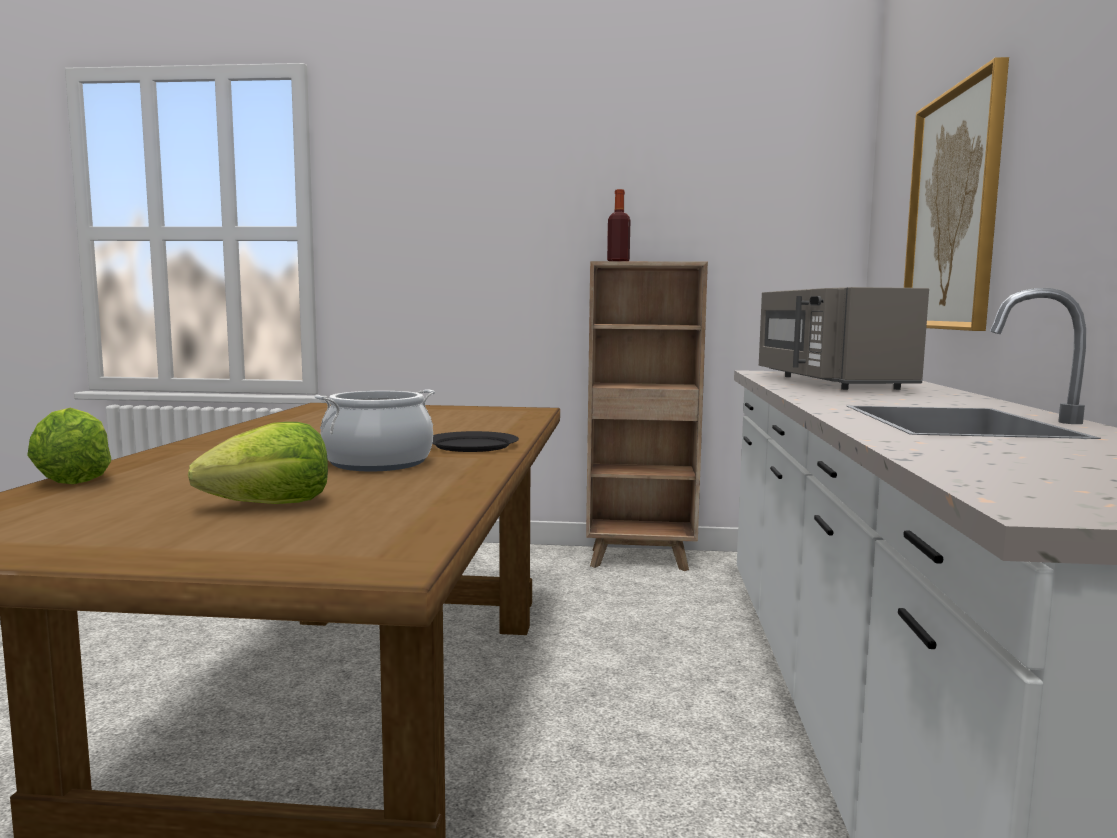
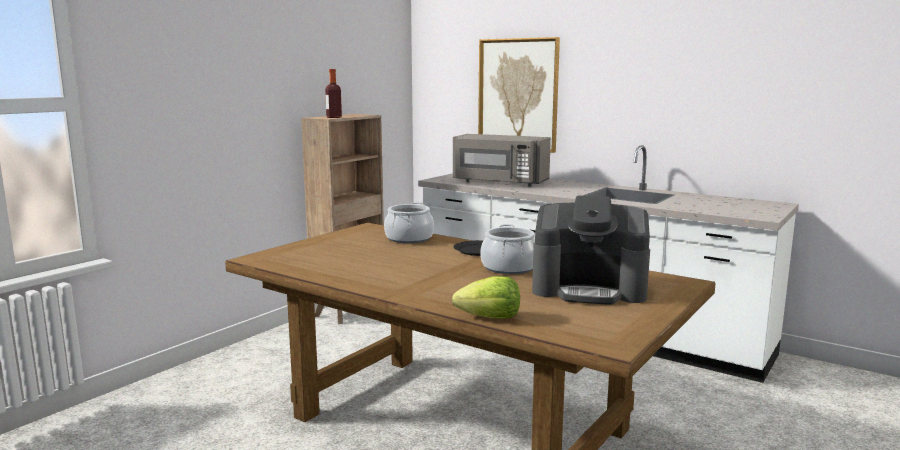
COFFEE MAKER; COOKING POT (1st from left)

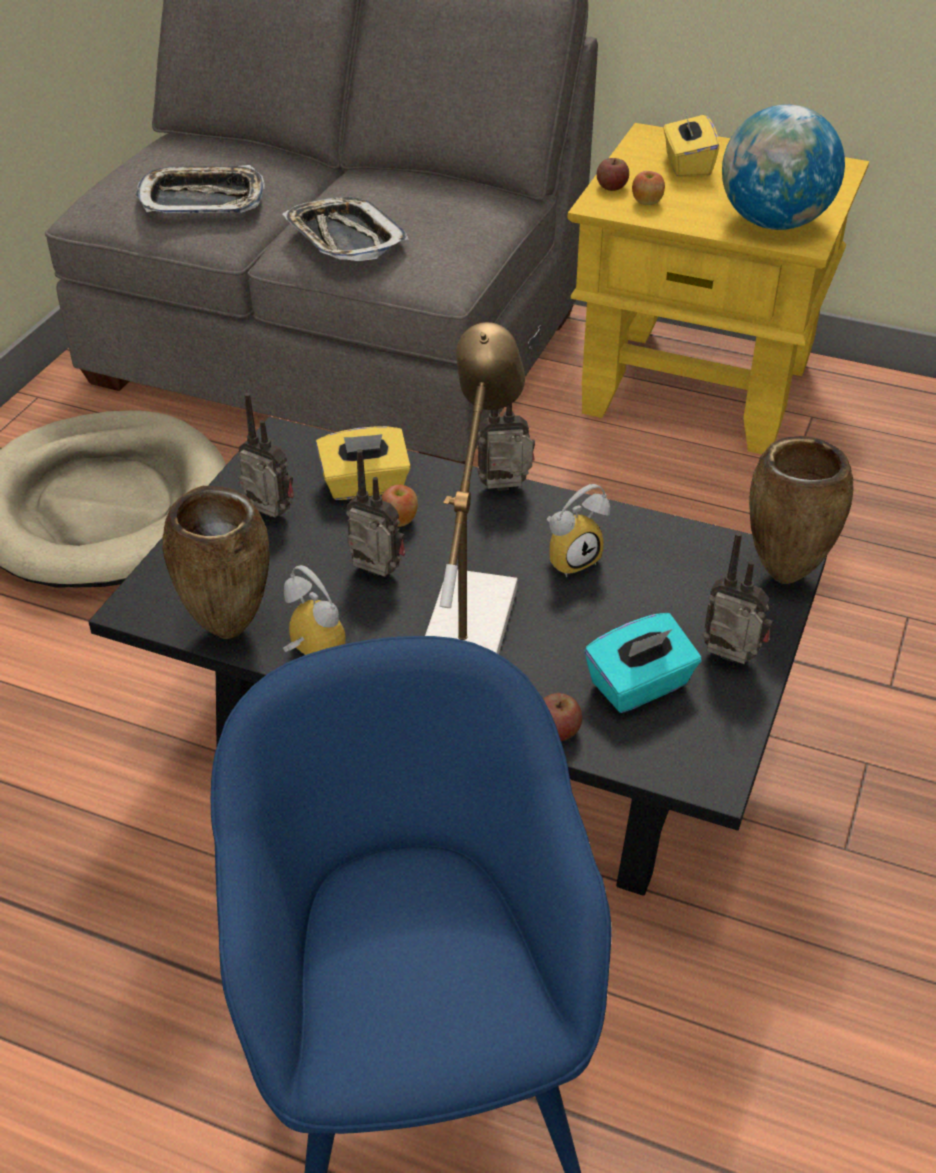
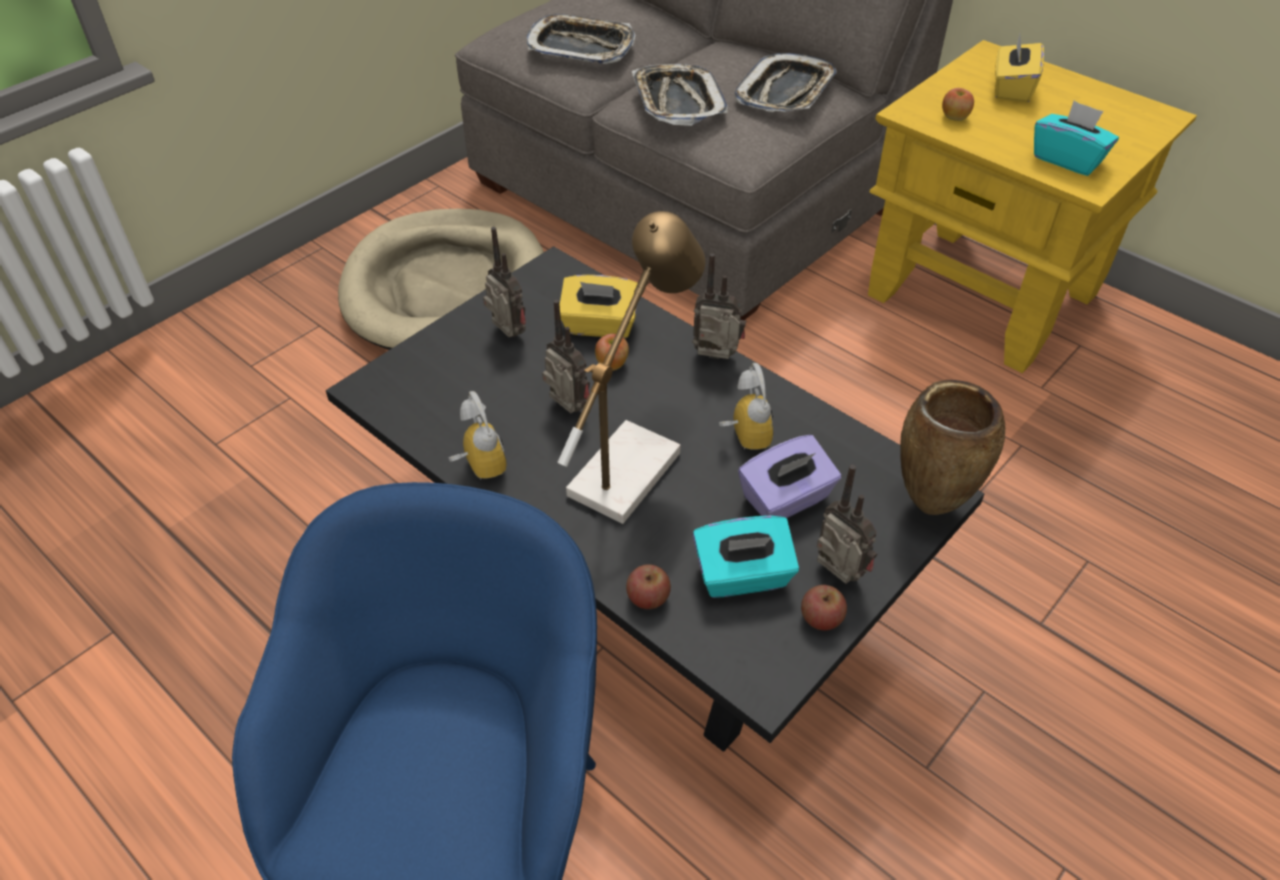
TURQUOISE-COLOURED TISSUE HOLDER (2nd from left); APPLE FRUIT (3rd from left); ALARM CLOCK (2nd from left); BROWN DECORATIVE VASE (1st from left in the first image); TRAY (3rd from left); PURPLE TISSUE HOLDER

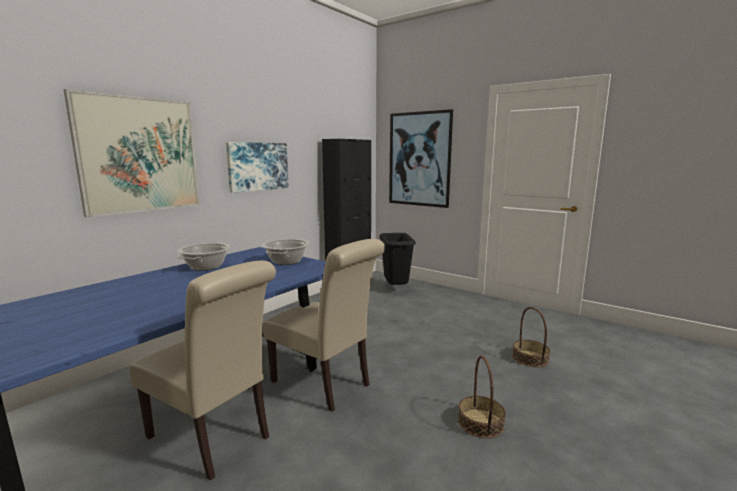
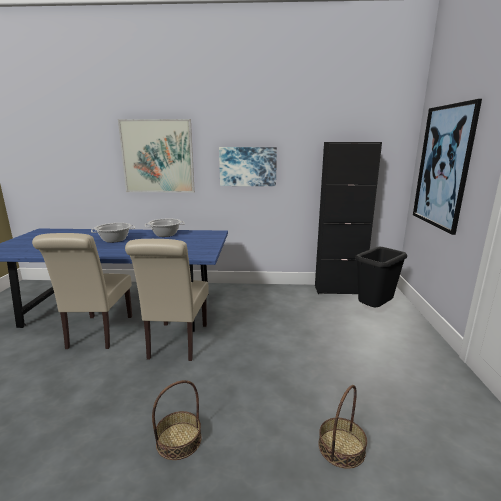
COOKING POT (1st from left)

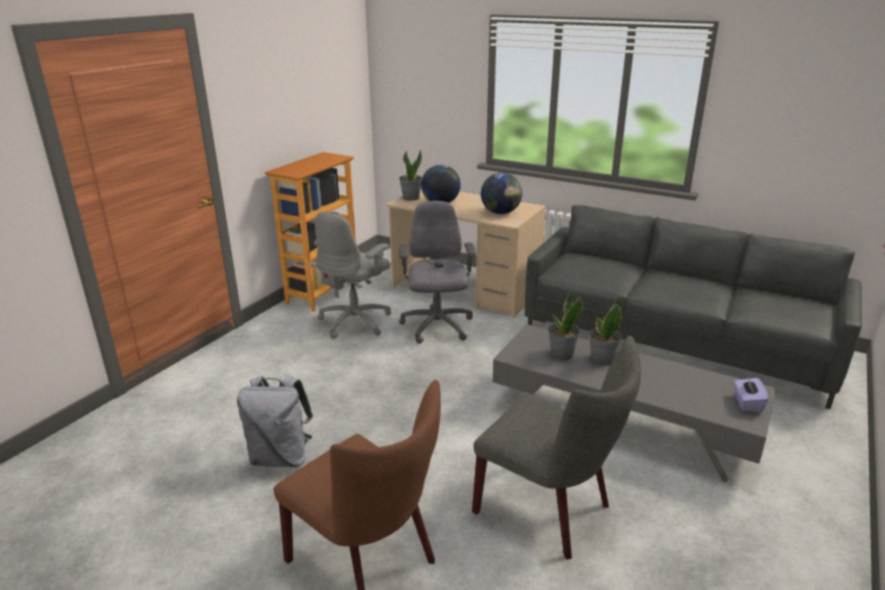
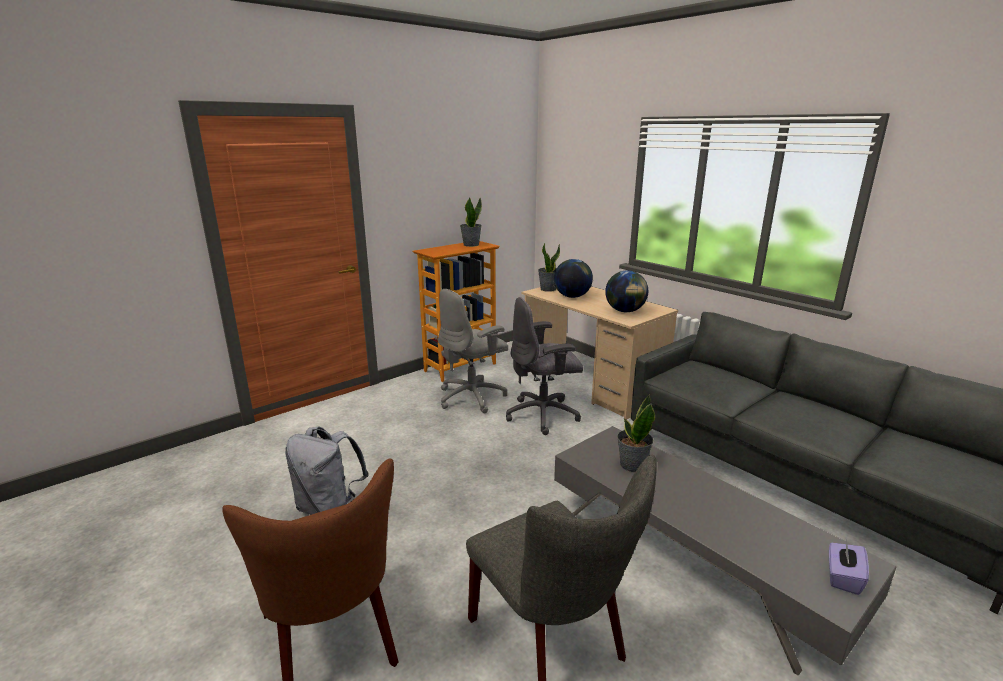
GREYISH DESK CHAIR (2nd from left); POTTED PLANT (1st from left)

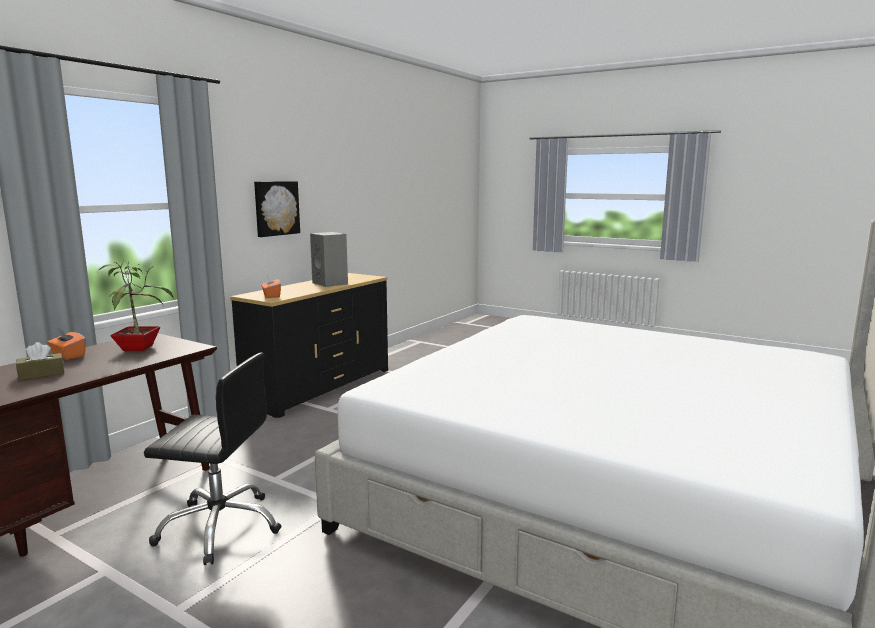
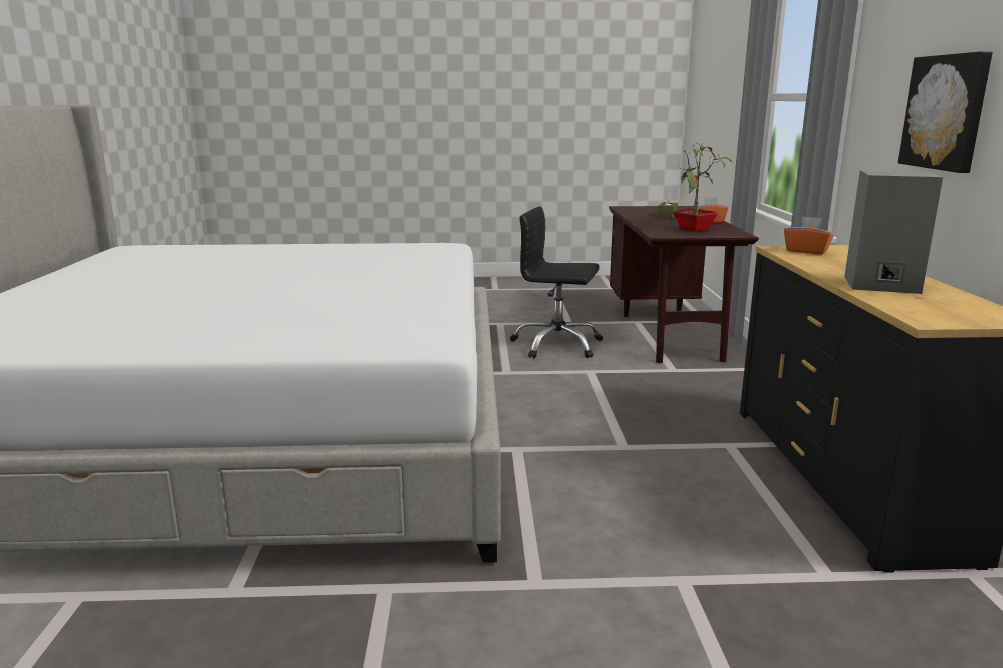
BLACKISH DESK CHAIR

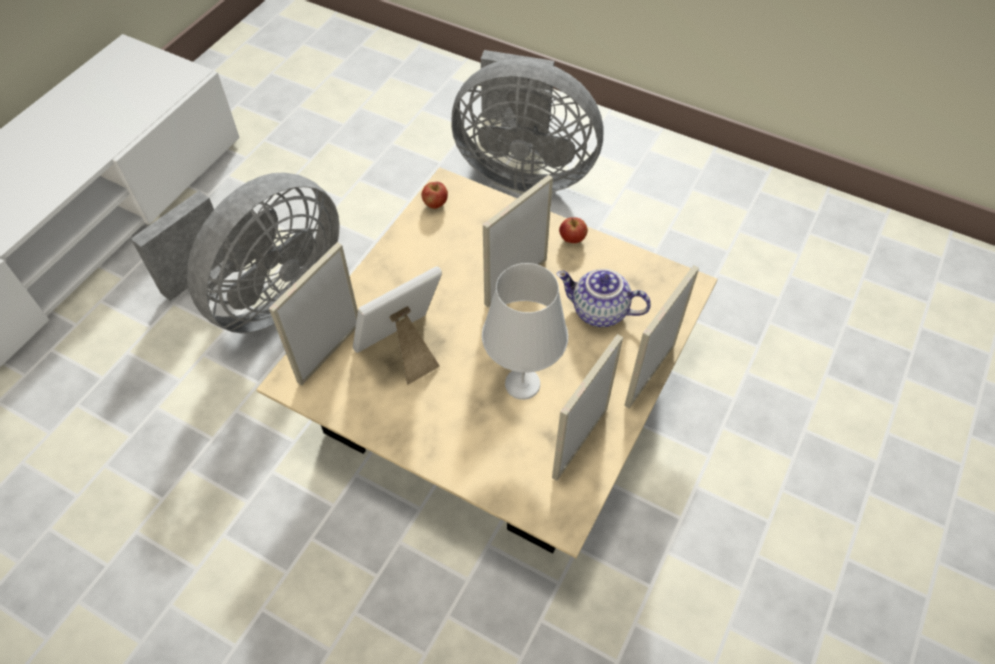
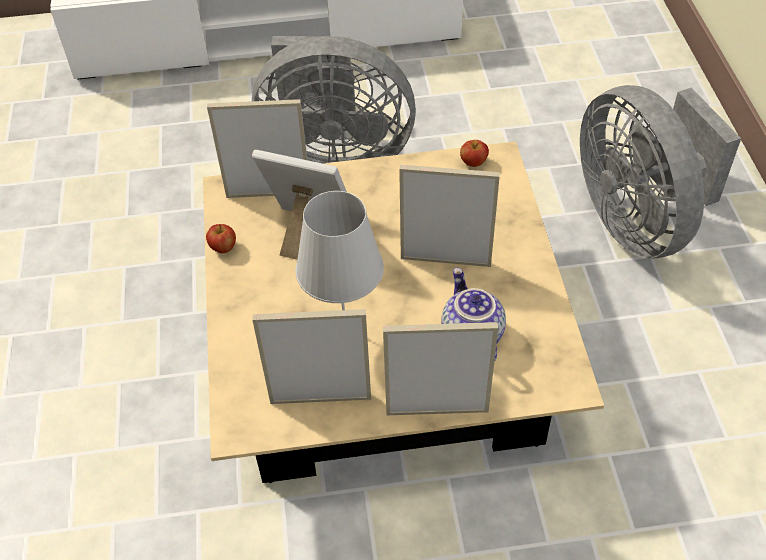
APPLE FRUIT (1st from left)

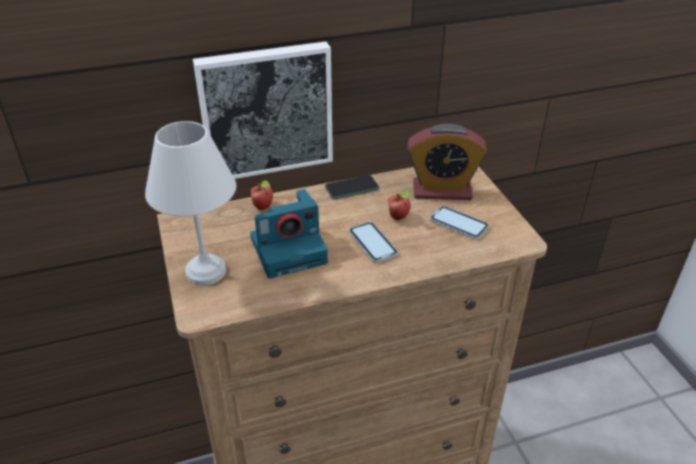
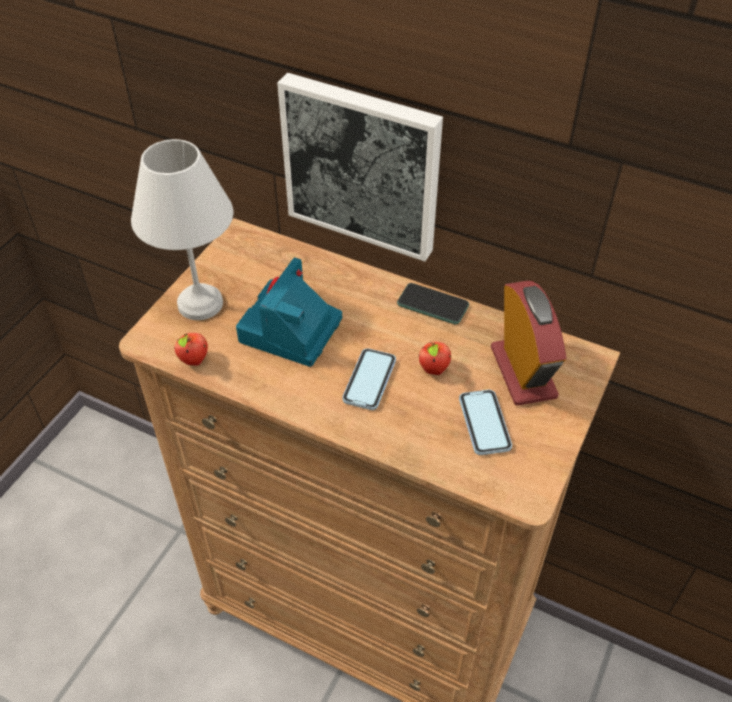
ALARM CLOCK; APPLE FRUIT (1st from left); STILL CAMERA

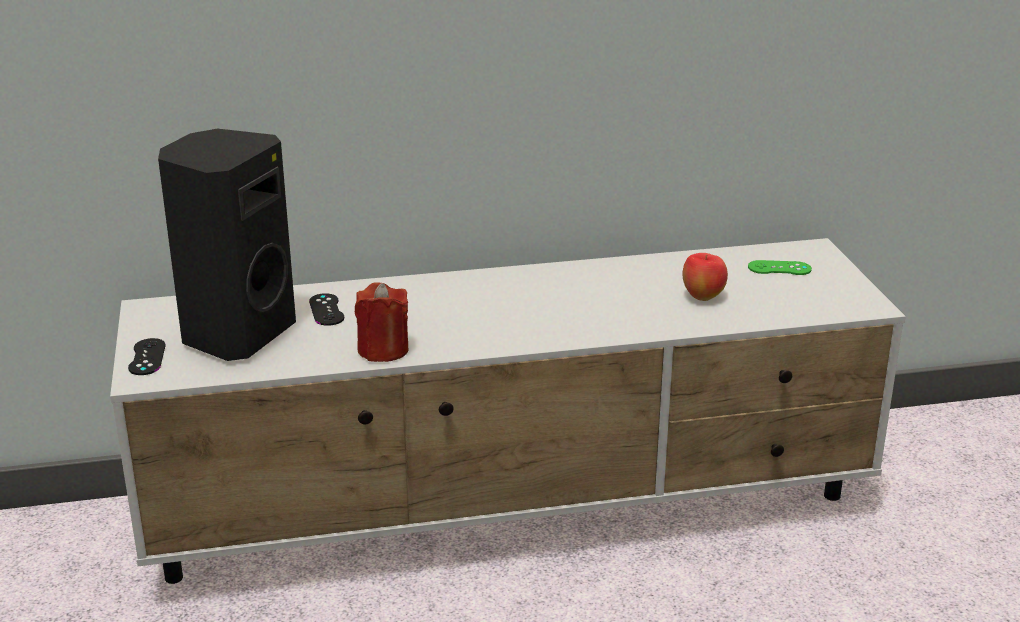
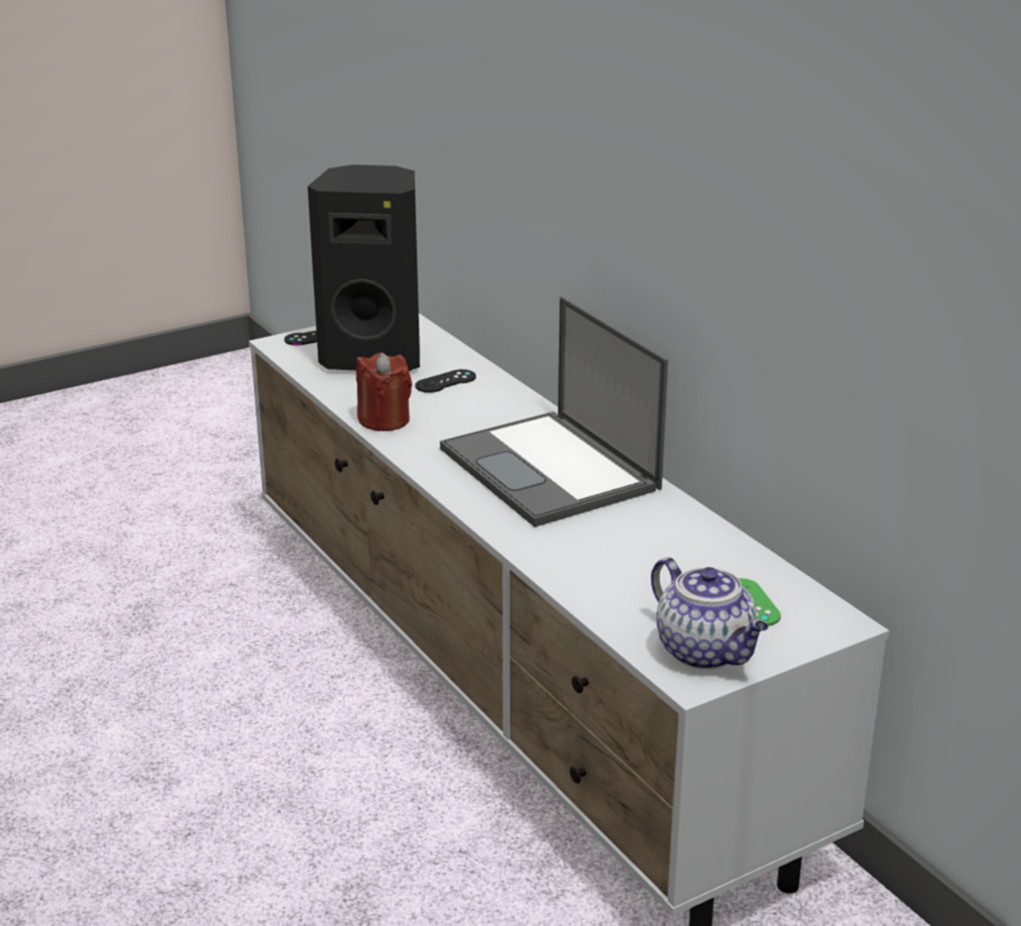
APPLE FRUIT; PORTABLE COMPUTER; TEAPOT

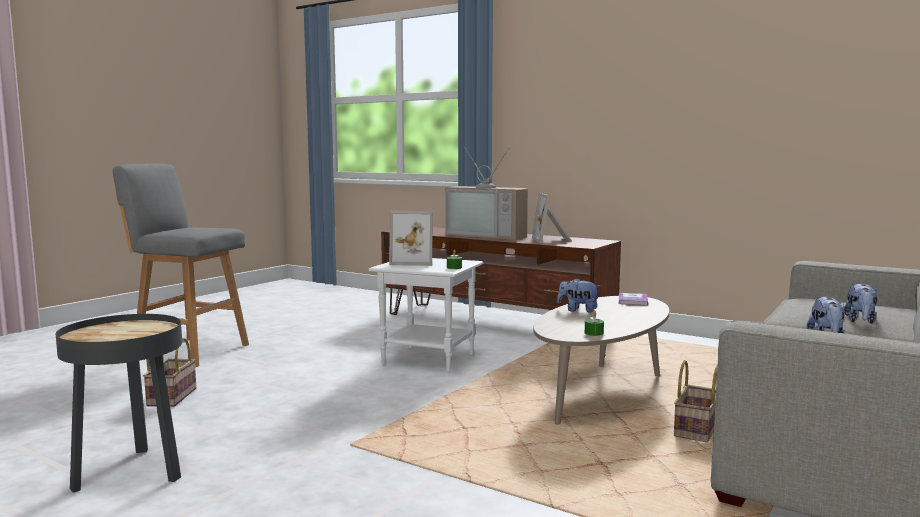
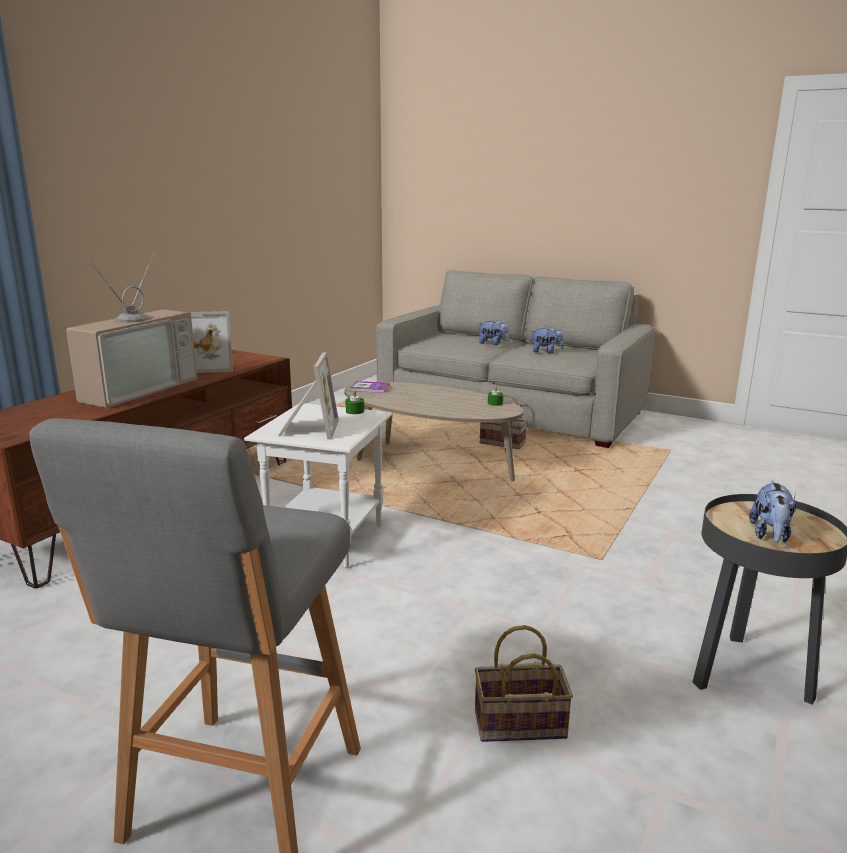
CUDDLY TOY (3rd from left)

